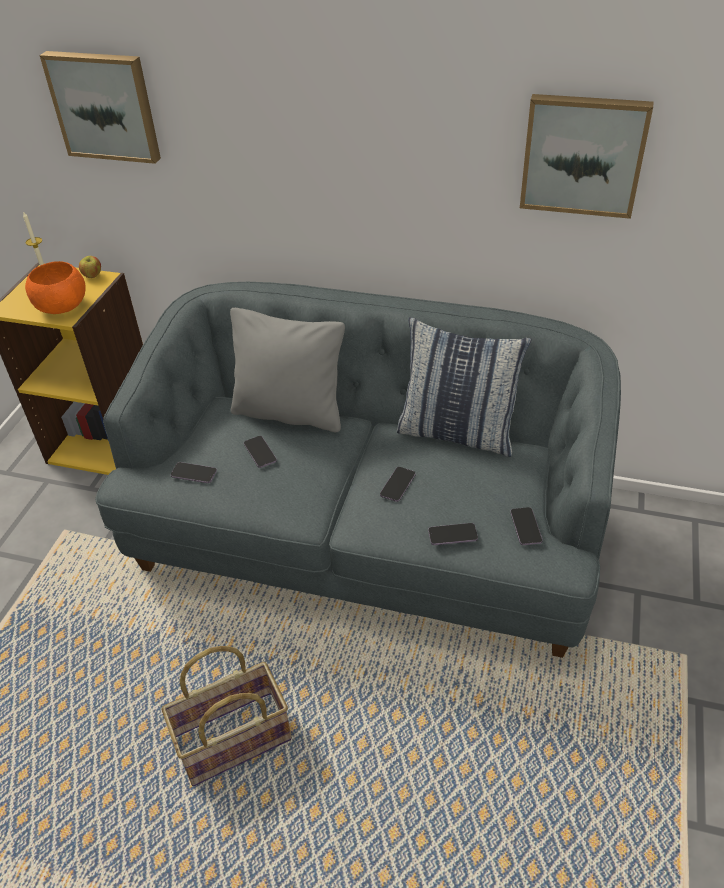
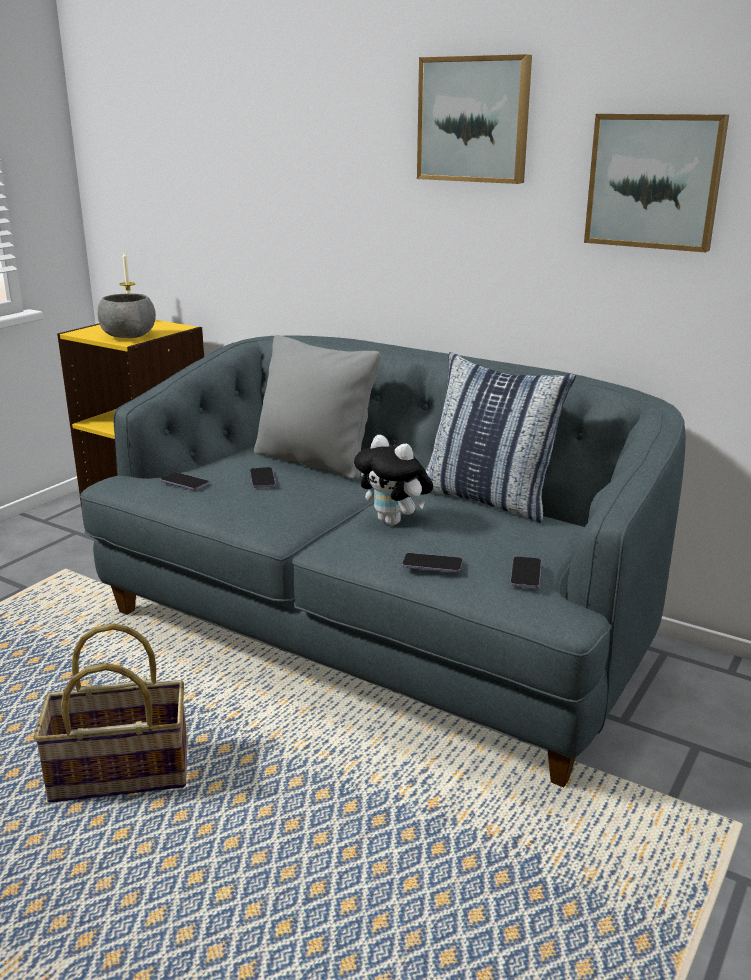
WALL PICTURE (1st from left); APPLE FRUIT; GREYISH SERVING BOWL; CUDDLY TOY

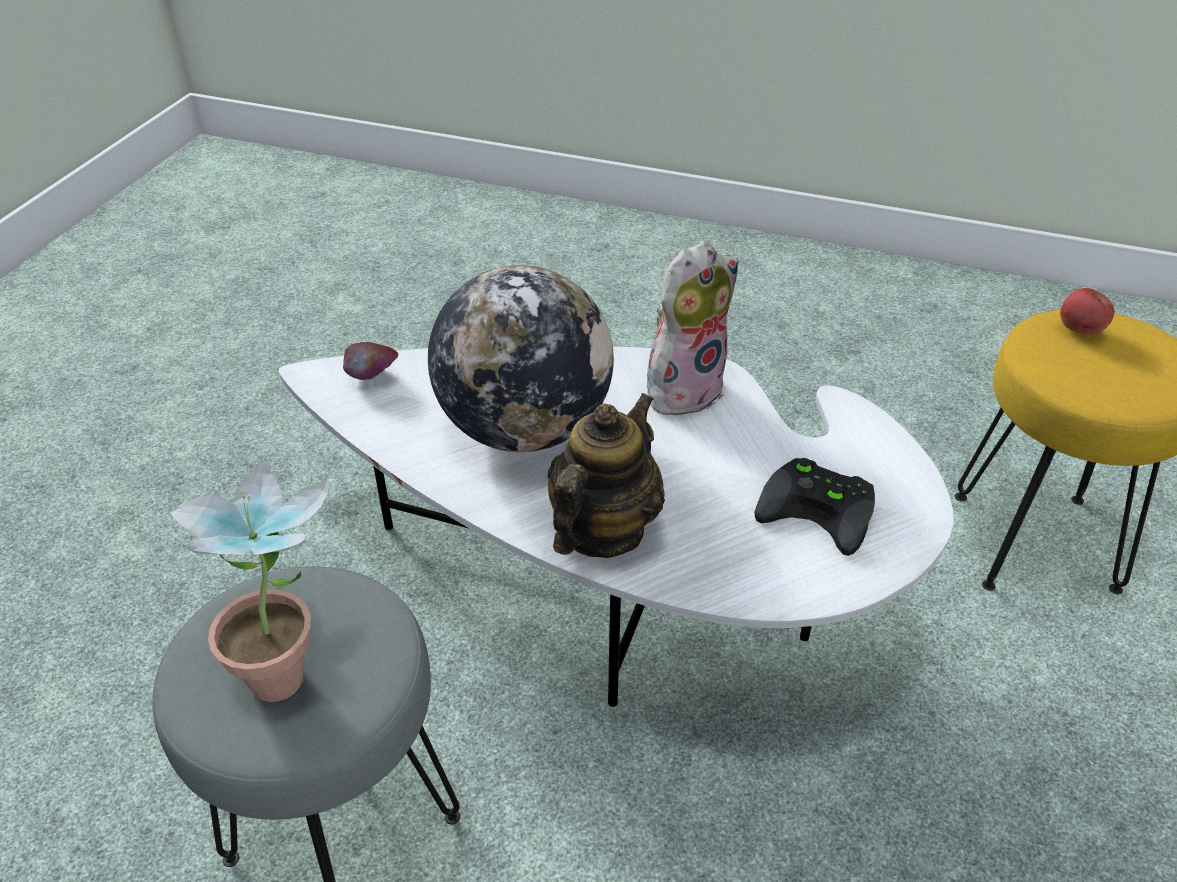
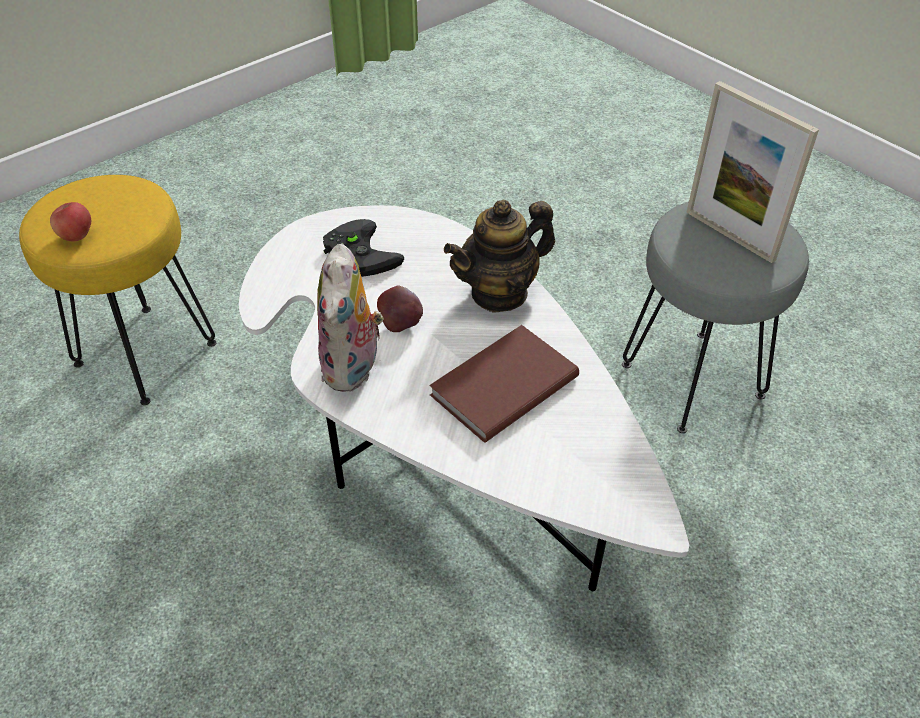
CUDDLY TOY; BROWN VOLUME; APPLE FRUIT (2nd from left); STANDING FRAME

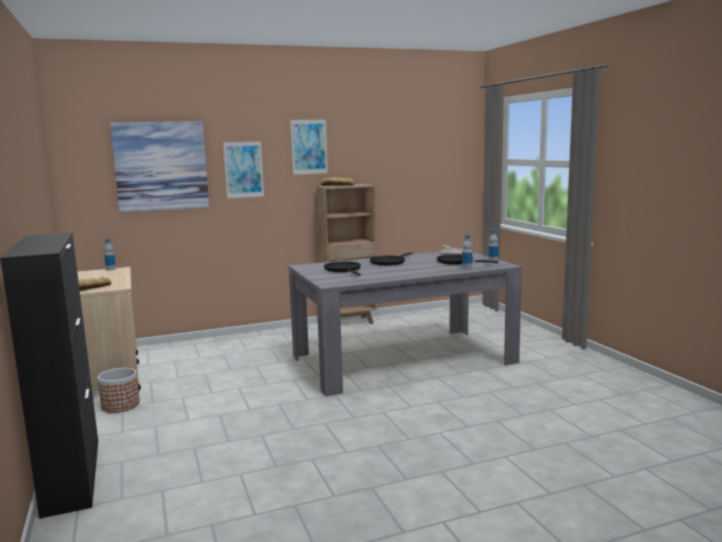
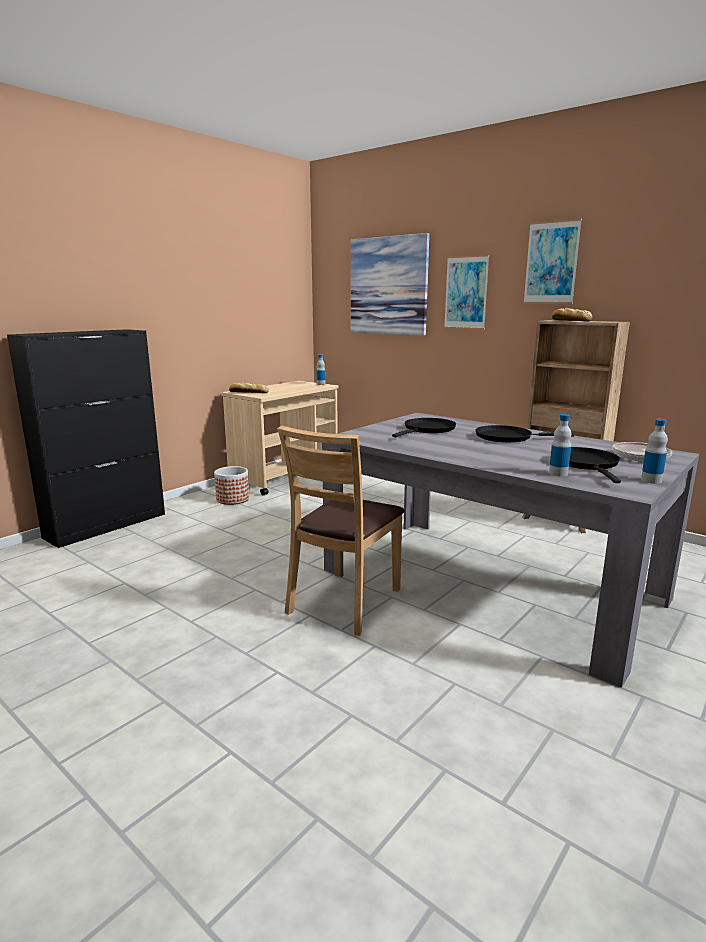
BROWN PLAIN CHAIR

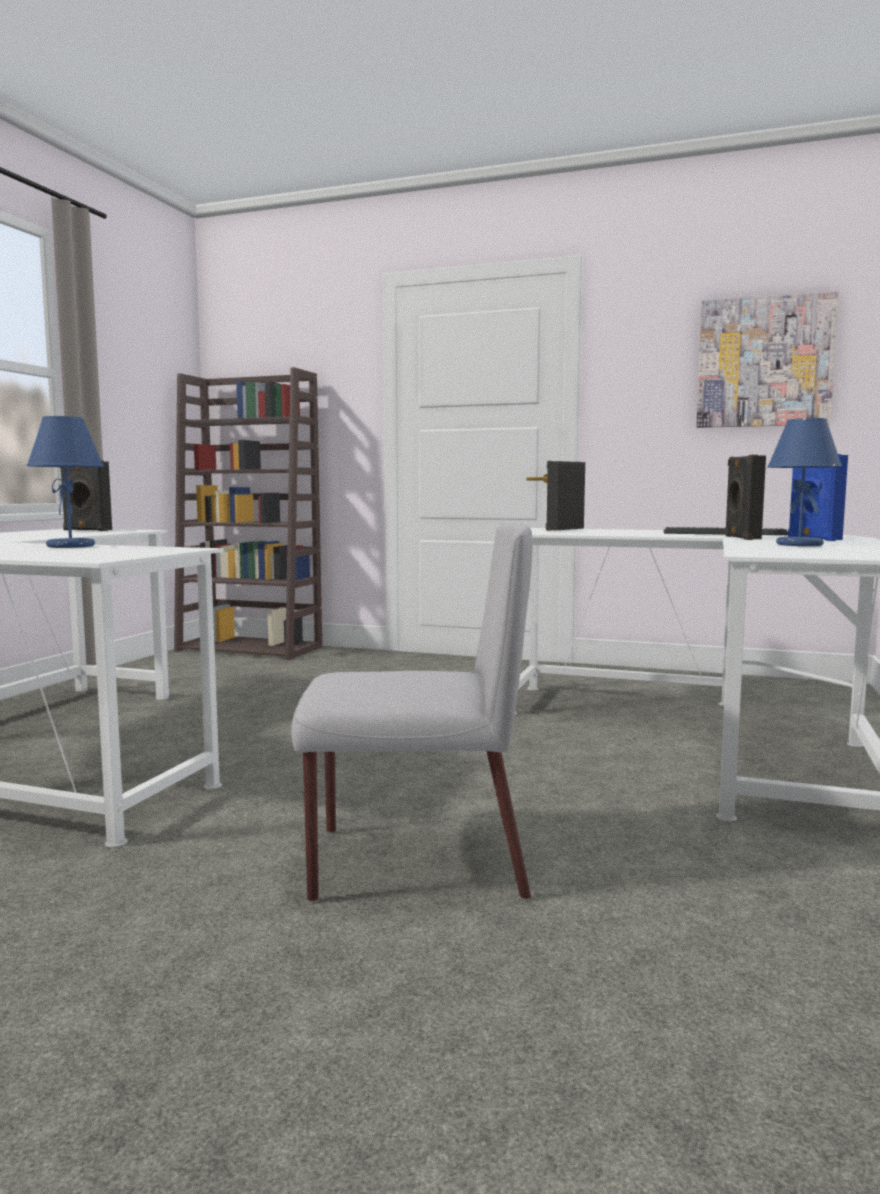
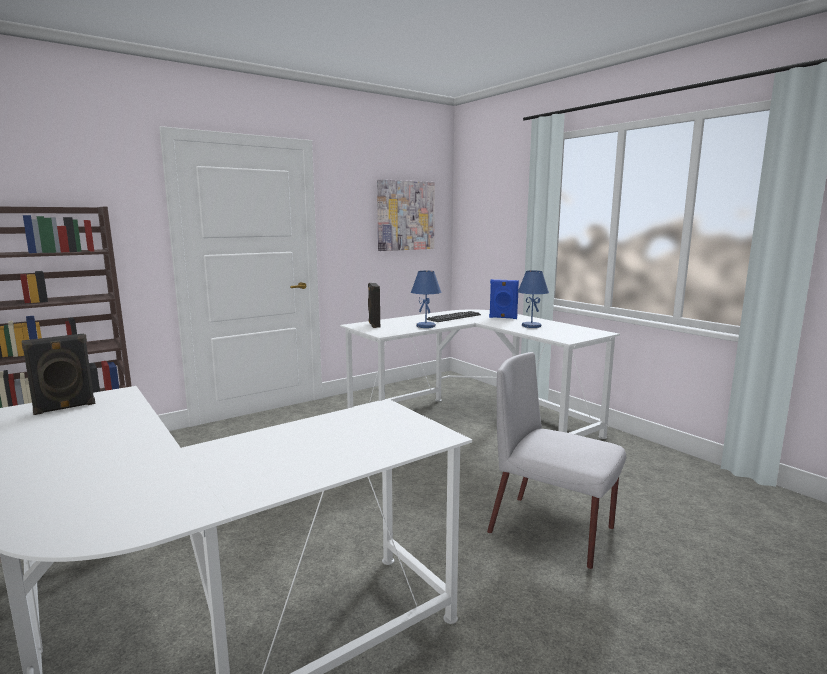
BLUISH TABLE LAMP (1st from left); BLACKISH LOUDSPEAKER (3rd from left in the first image); GREYISH PLAIN CHAIR

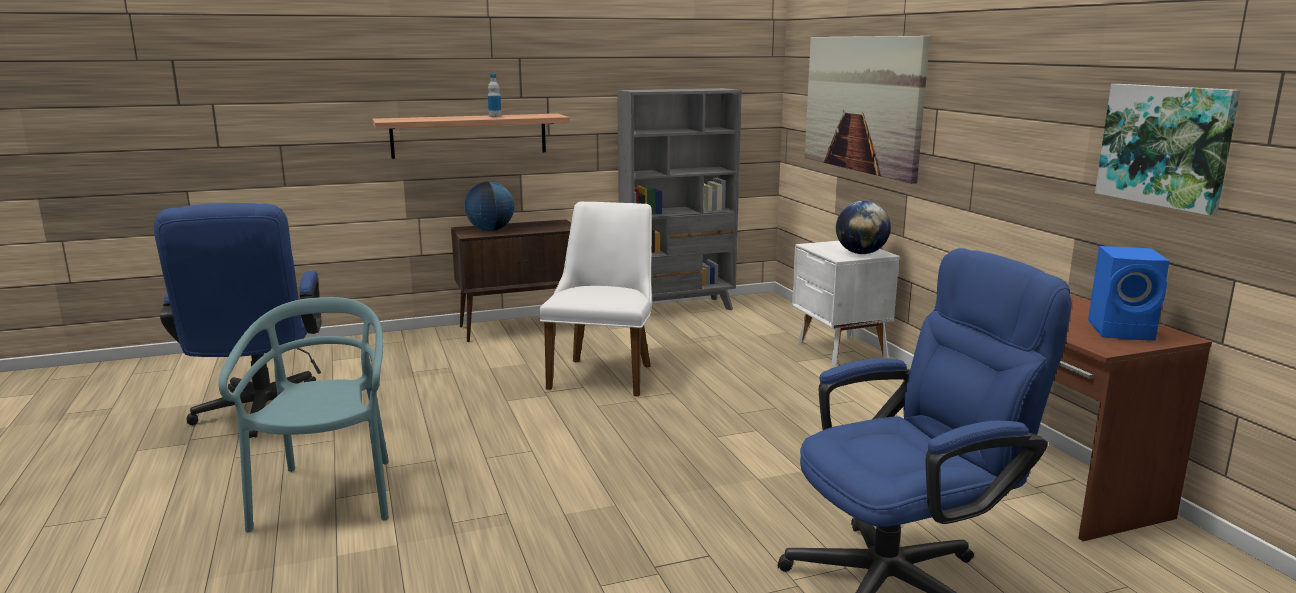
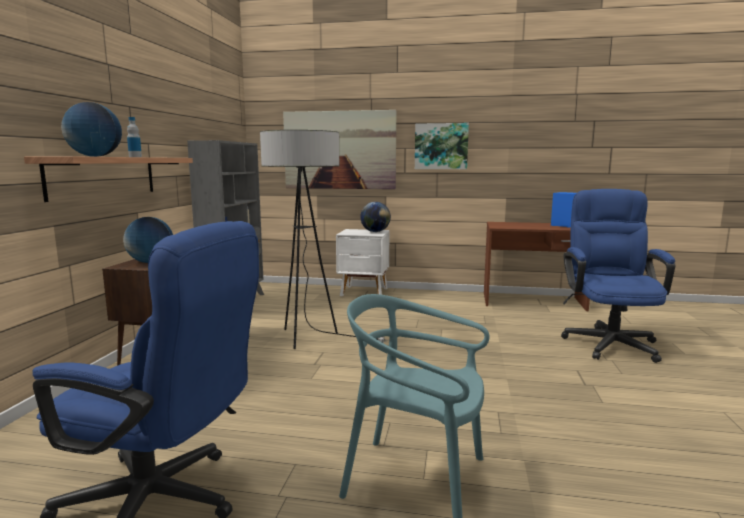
WALL PICTURE (2nd from left); STANDARD LAMP; DESK GLOBE (1st from left)

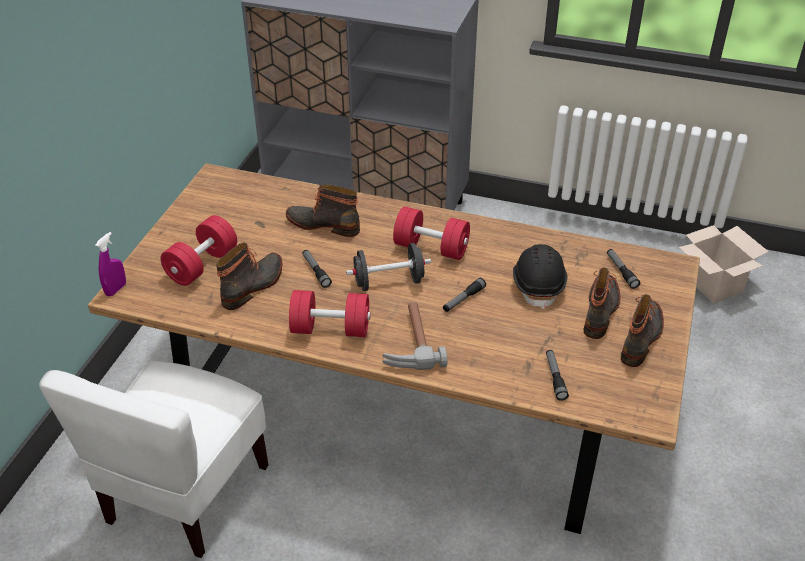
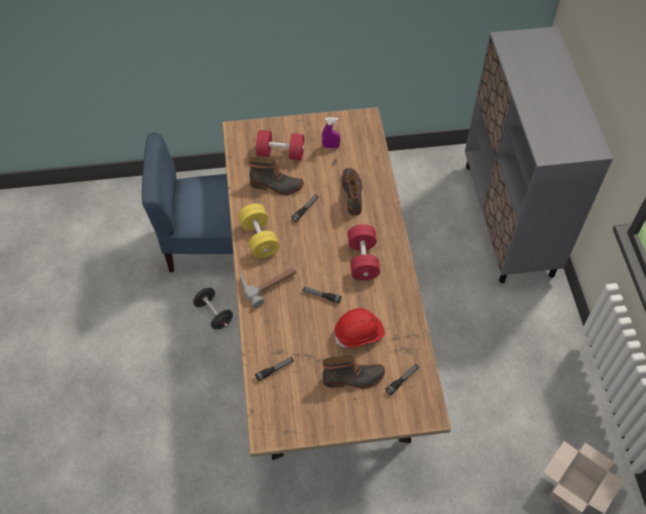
PURPLE SPRAYER; BLACKISH DUMBBELL; RED SAFETY HELMET; YELLOW-COLOURED DUMBBELL; BOOT (4th from left in the first image); BLUISH PLAIN CHAIR

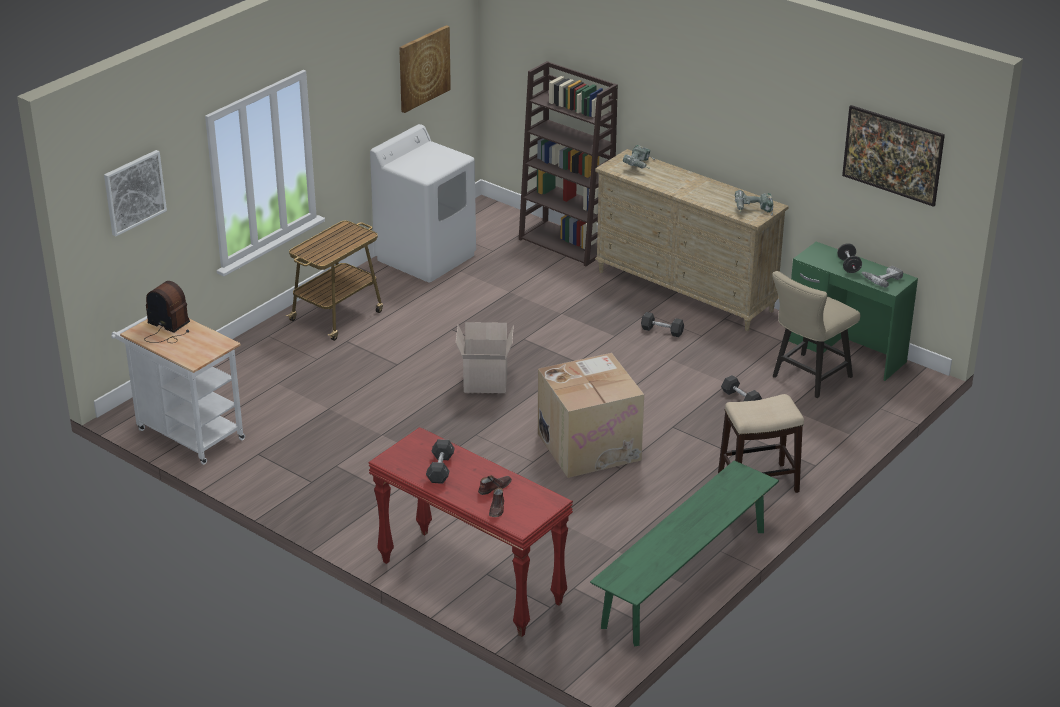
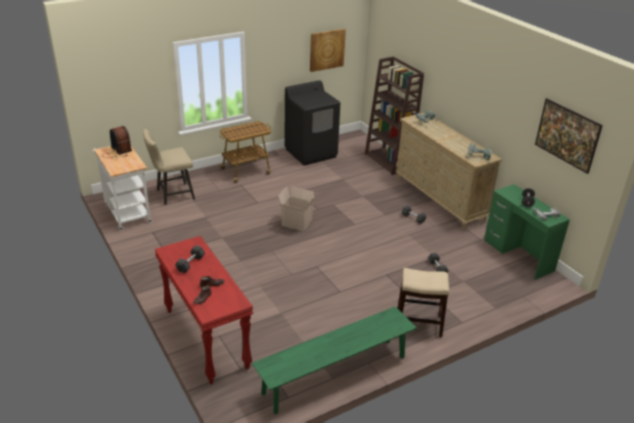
BLACKISH LAUNDRY MACHINE; WALL PICTURE (1st from left in the first image); BEIGE-COLOURED PLAIN CHAIR; PACKING BOX (2nd from left in the first image)

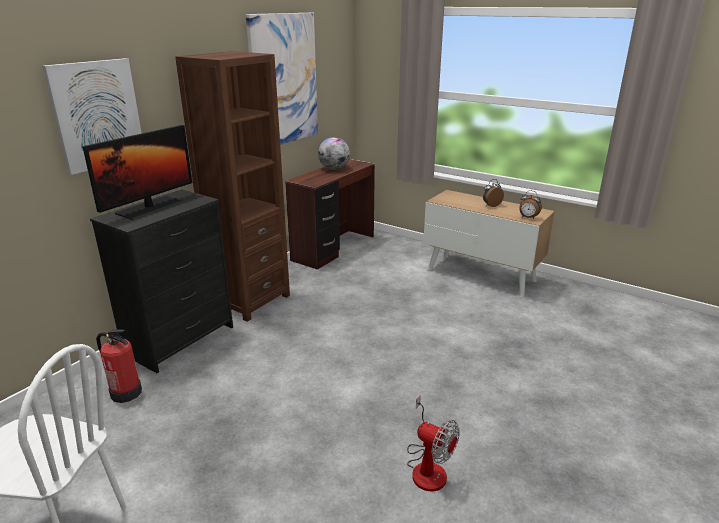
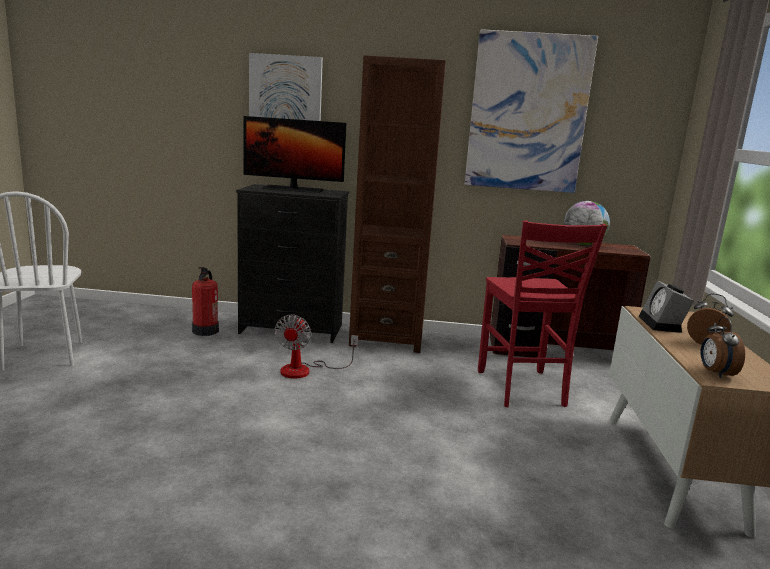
ELECTRIC FAN; RED PLAIN CHAIR; ALARM CLOCK (1st from left)

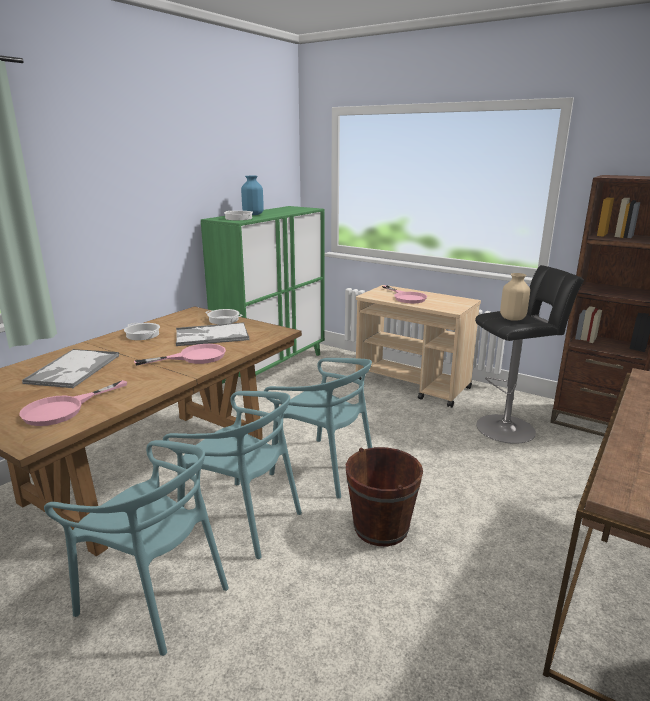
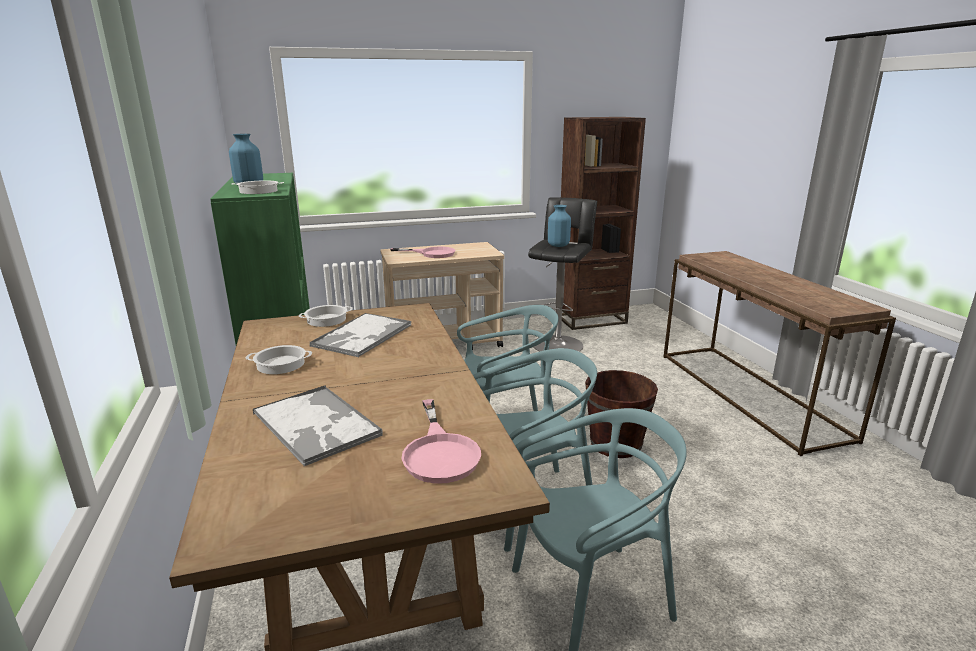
BLUISH DECORATIVE VASE (2nd from left); PINK FRYING PAN (2nd from left in the first image)

